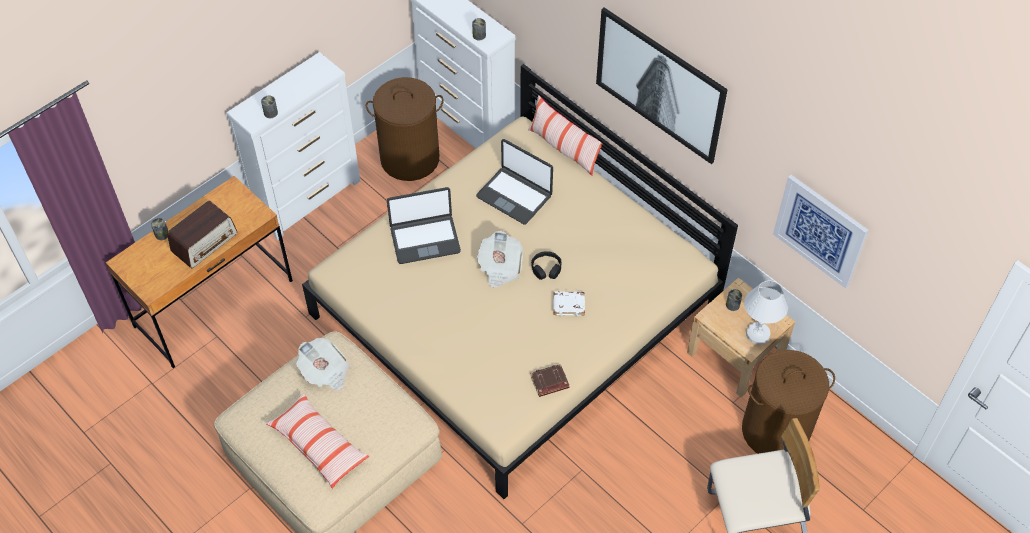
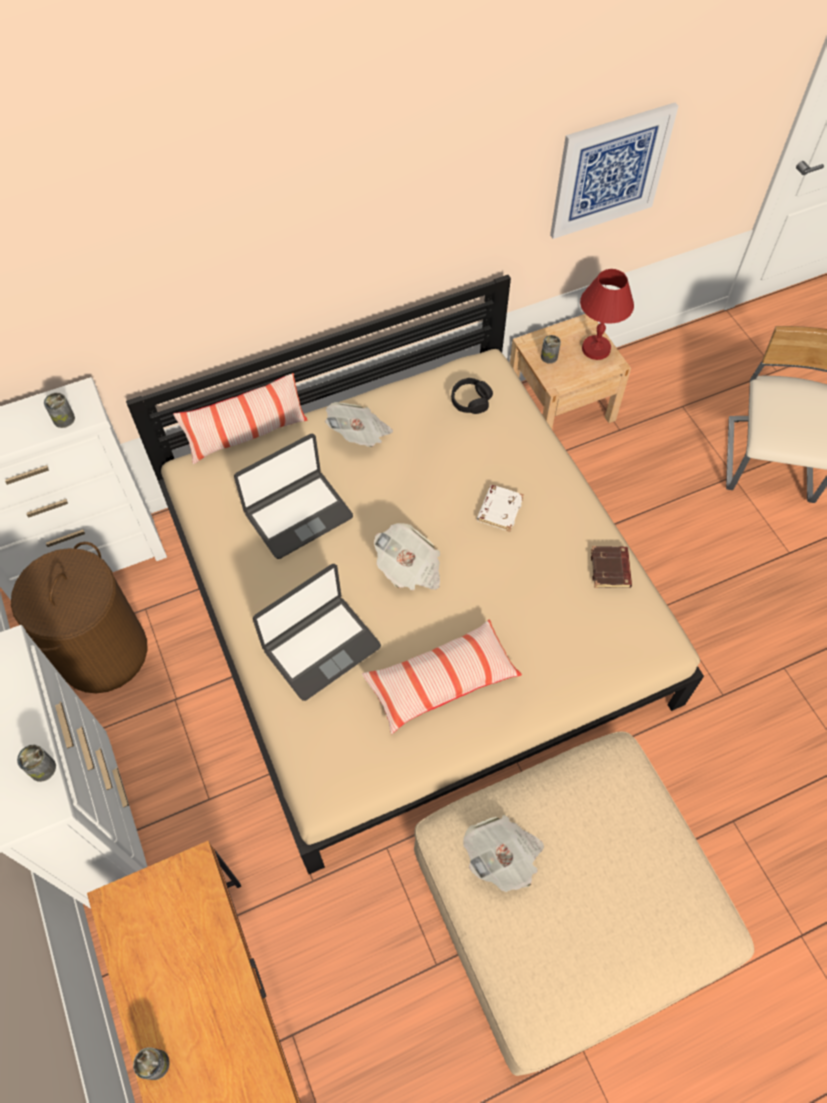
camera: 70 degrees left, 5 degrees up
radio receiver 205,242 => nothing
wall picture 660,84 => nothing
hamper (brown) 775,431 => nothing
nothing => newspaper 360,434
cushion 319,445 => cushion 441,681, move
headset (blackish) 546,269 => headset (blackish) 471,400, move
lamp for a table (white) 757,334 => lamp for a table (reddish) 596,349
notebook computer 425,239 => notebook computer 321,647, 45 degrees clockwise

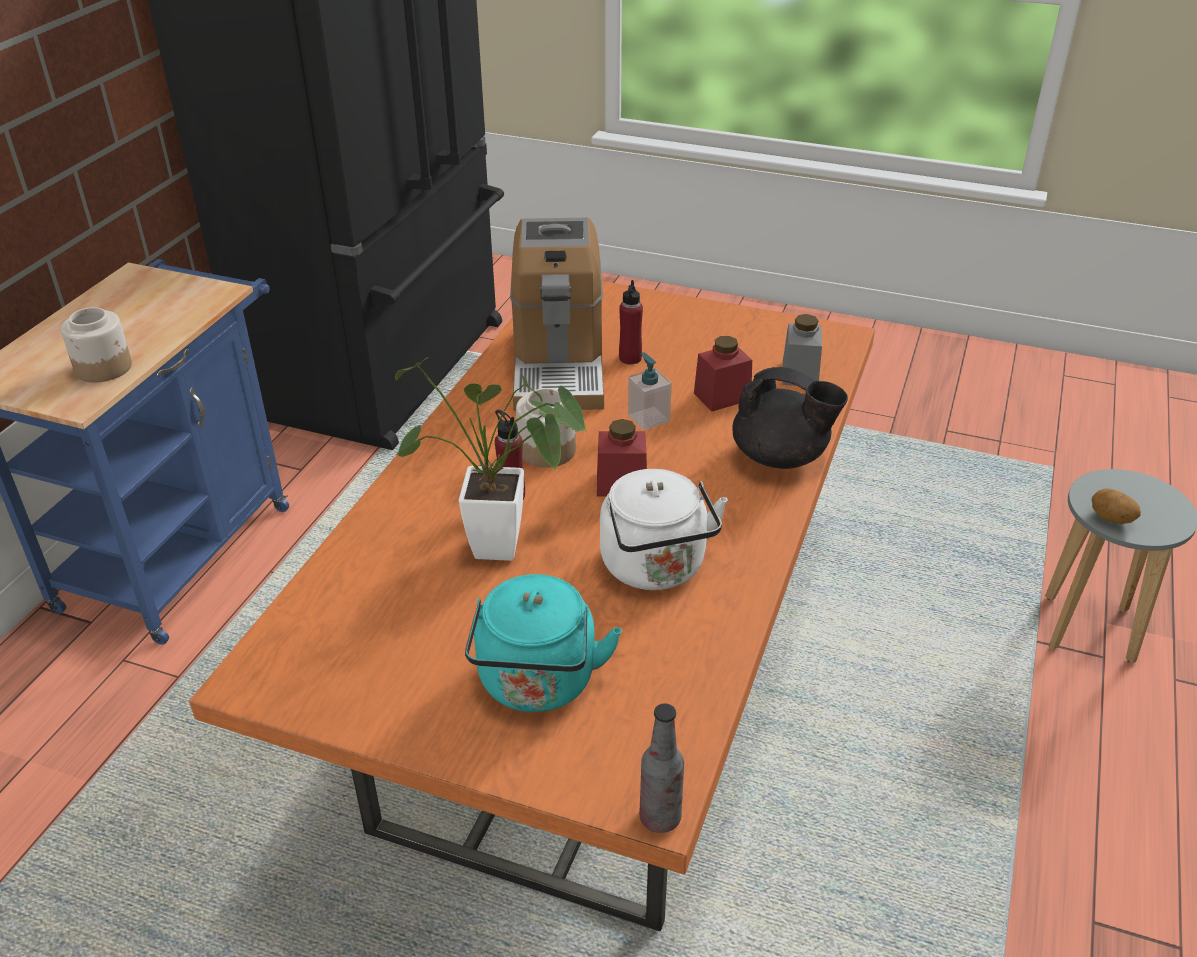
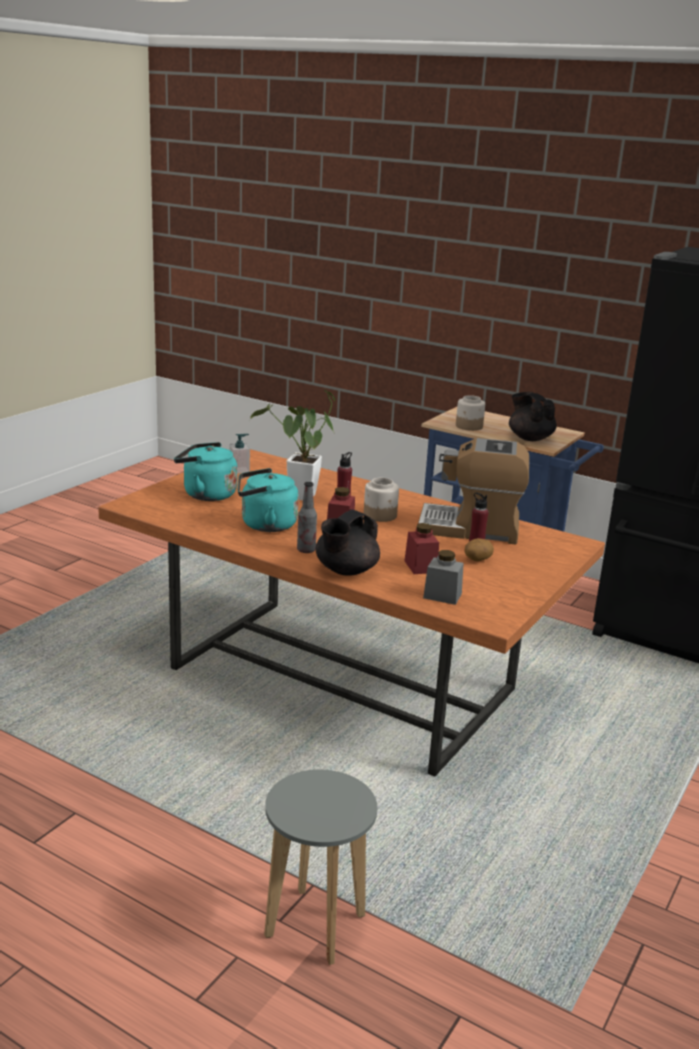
camera: 100 degrees right, 15 degrees down
nothing => teapot (blackish) 530,438
soap bottle 648,418 => soap bottle 239,470, move
beverage bottle 660,818 => beverage bottle 306,550, move
whole potato 1110,519 => whole potato 477,560, move
kettle (white) 656,568 => kettle (turquoise) 265,525

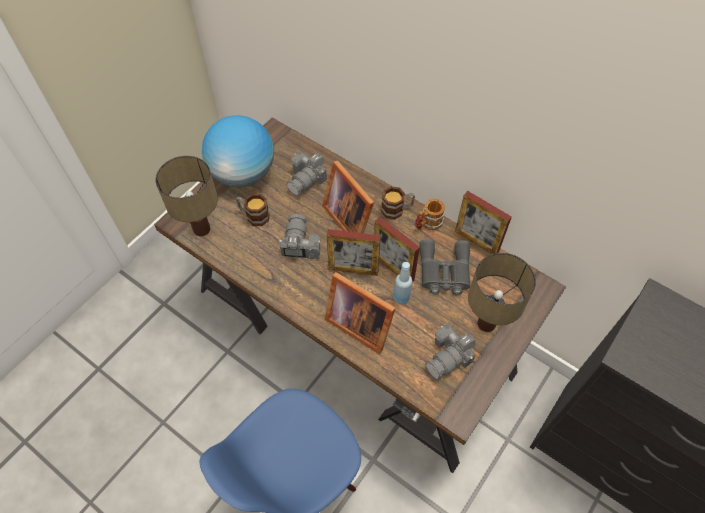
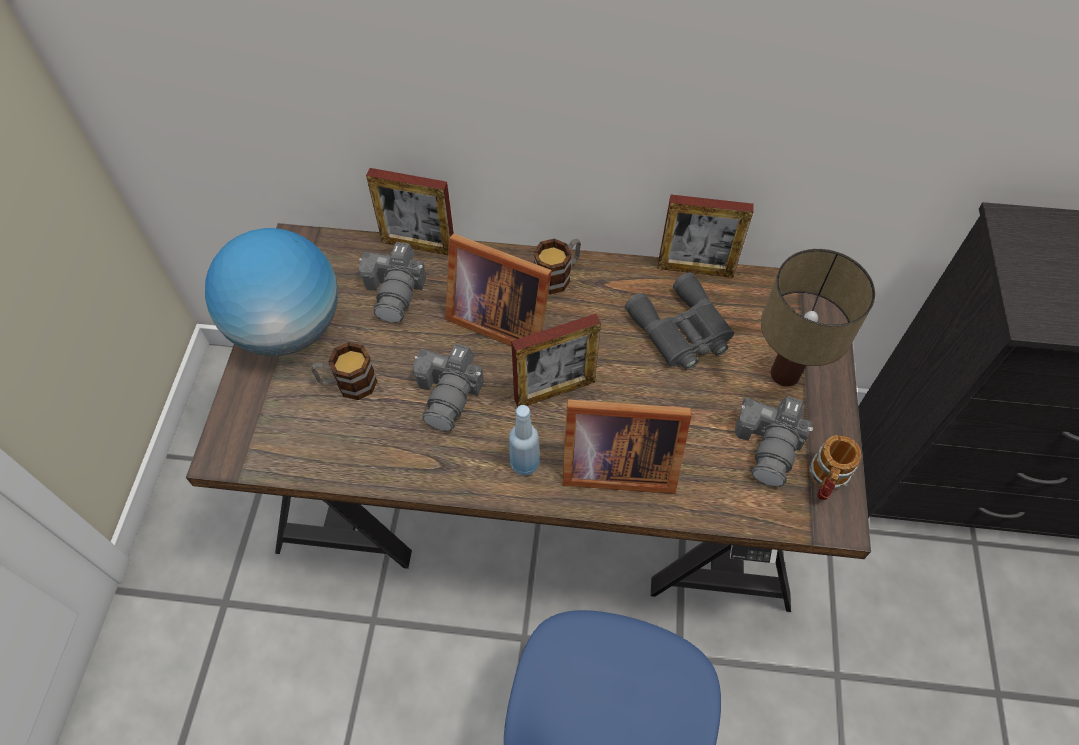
camera: 30 degrees left, 0 degrees up
lamp for a table 201,229 => nothing
standing frame 393,268 => standing frame 418,245, move
beverage bottle (blue) 401,297 => beverage bottle (blue) 524,464, move
coffee mug 427,224 => coffee mug 825,480, move
still camera 299,245 => still camera 449,394, 135 degrees counterclockwise

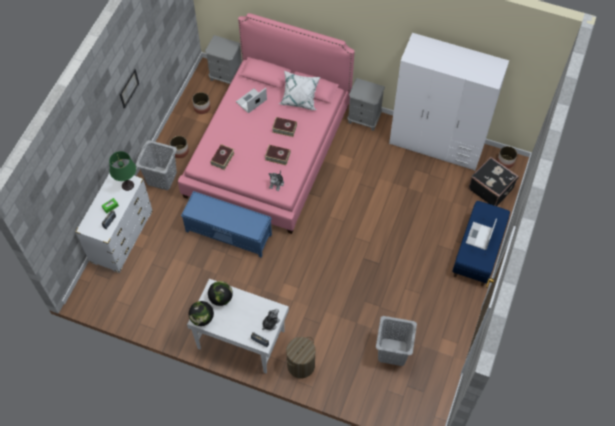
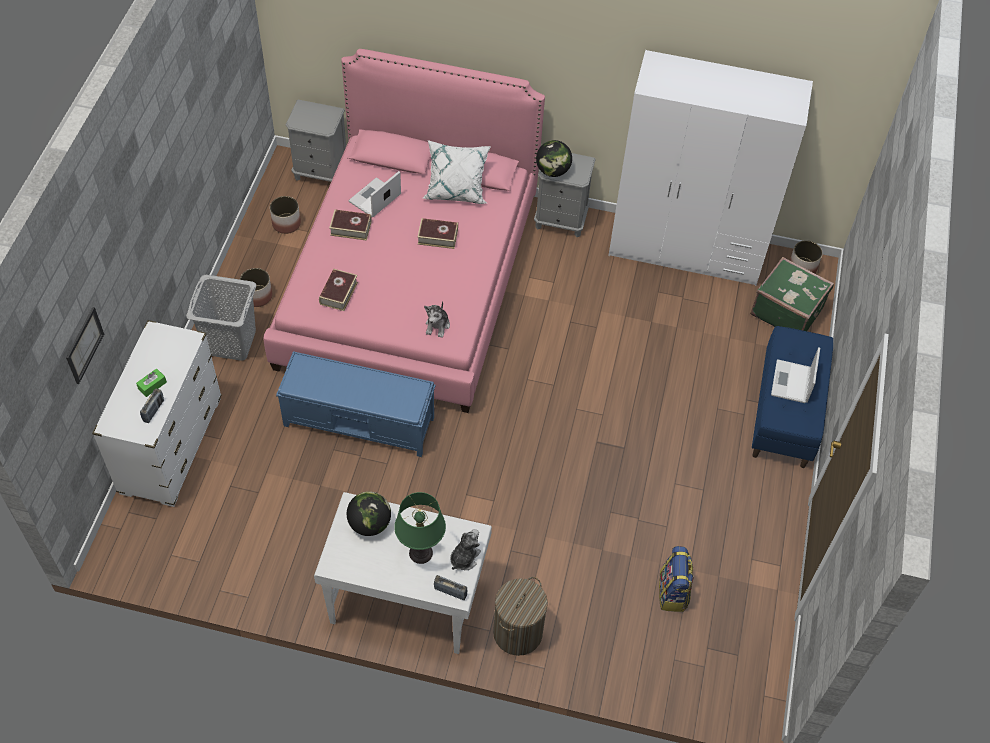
camera: 10 degrees left, 5 degrees down
lamp for a table (greenish) 128,185 => lamp for a table (greenish) 421,553, move
wall picture 129,88 => wall picture 84,345, move
globe 202,318 => globe 553,171, move
bound book 277,156 => bound book 351,228, move
hamper (grey) 392,352 => knapsack 673,593
travel case (blackish) 490,188 => travel case (greenish) 786,310

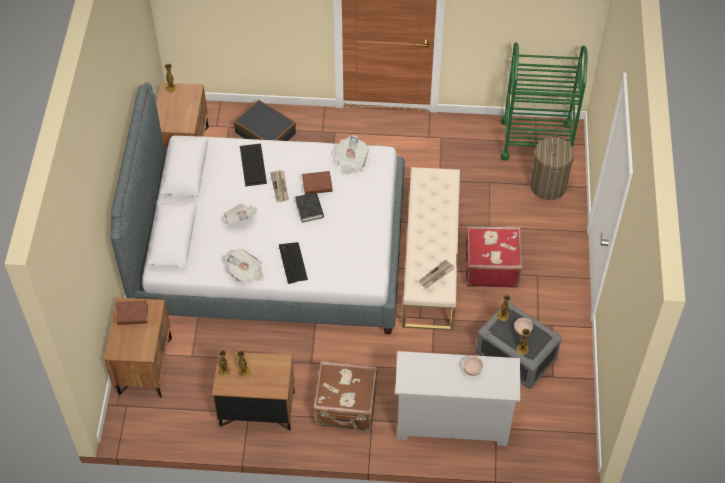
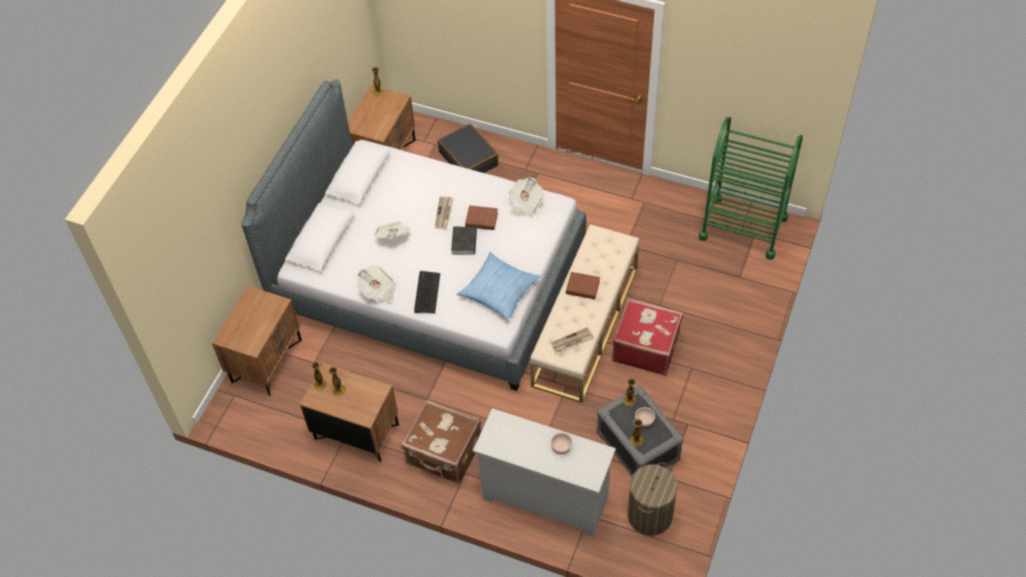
camera: 20 degrees right, 0 degrees up
PC keyboard 252,164 => nothing
nothing => cushion 499,290
bound book (brown) 132,314 => bound book (brown) 582,288, move
hamper 548,186 => hamper 650,515, move

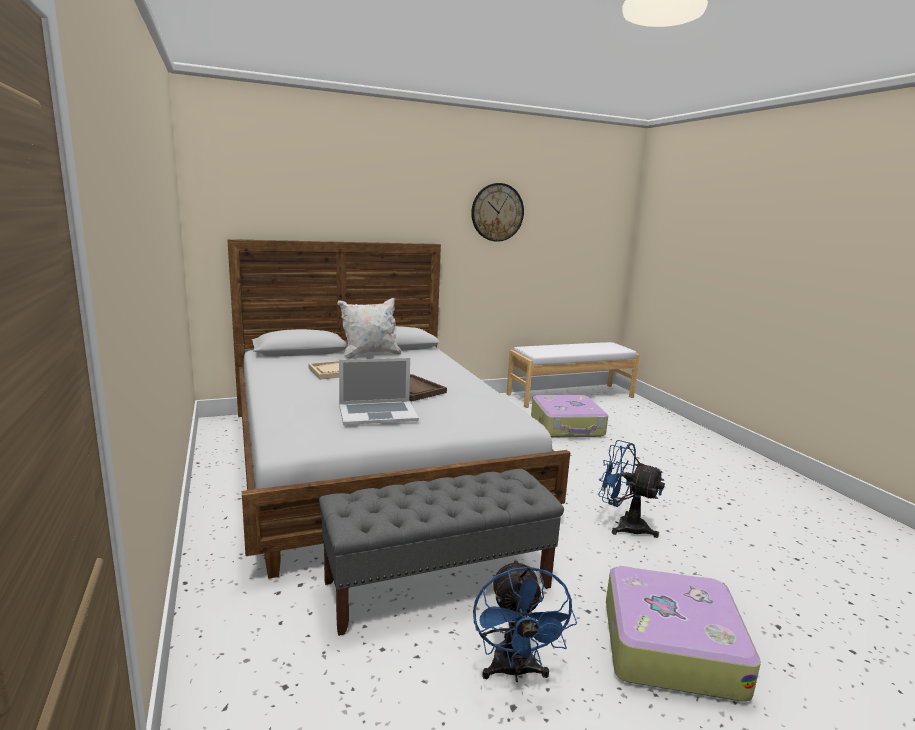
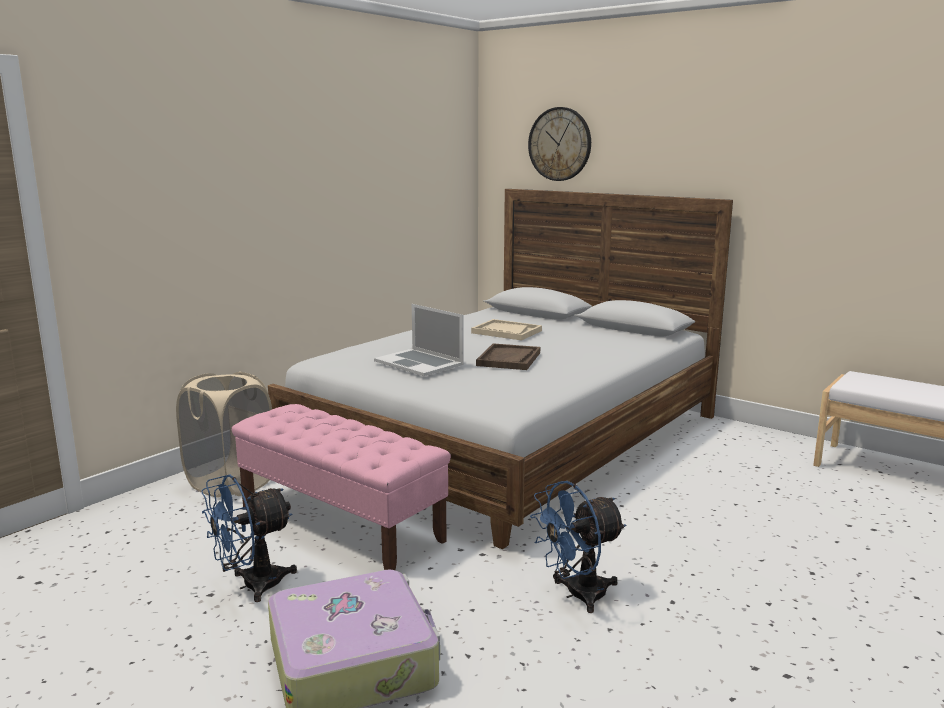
camera: 60 degrees right, 0 degrees up
cushion (white) 370,354 => nothing
travel case 567,426 => nothing
nothing => hamper (beige-coloured) 230,483
hanging clock 497,212 => hanging clock 560,144, move
long seat (grey) 439,584 => long seat (pink-coloured) 341,524
cooling fan (blue) 623,525 => cooling fan (blue) 577,595, 120 degrees counterclockwise

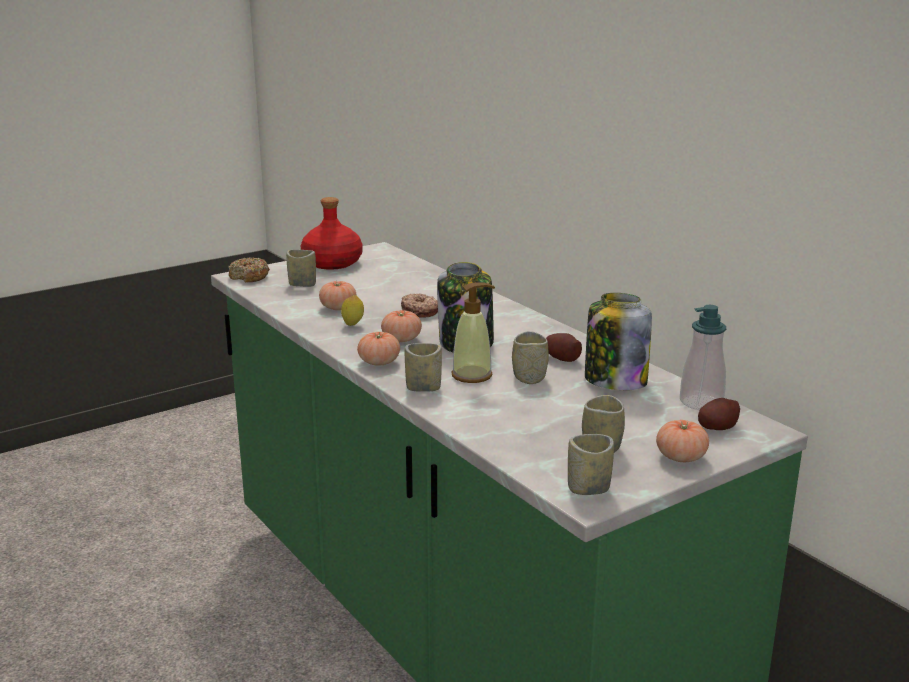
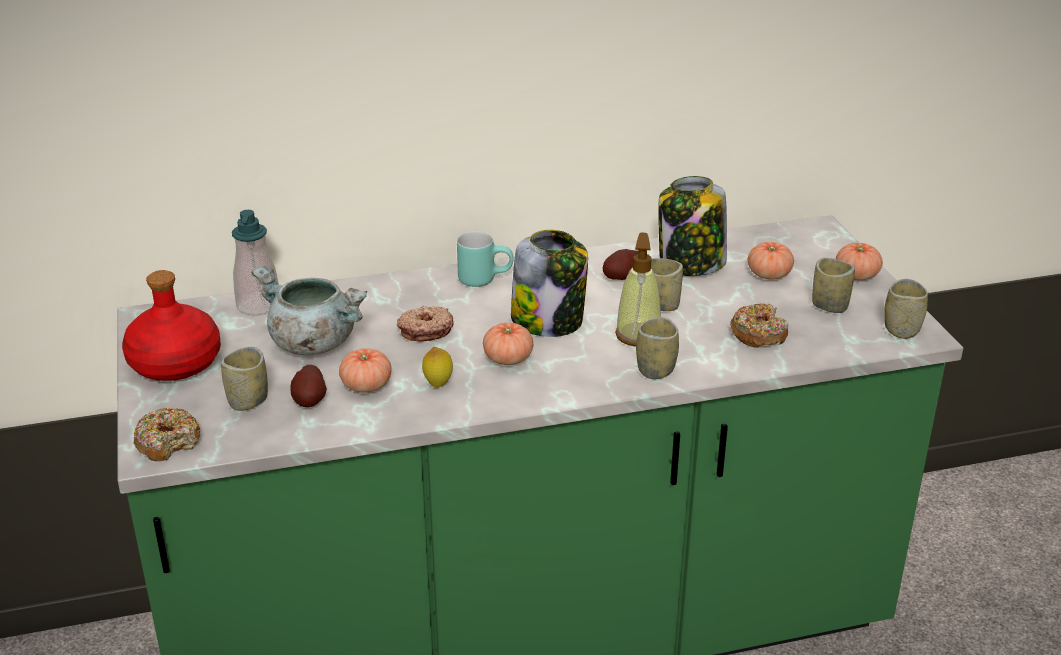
camera: 70 degrees left, 10 degrees up
nothing => stockpot (grey) 312,343
nothing => coffee mug (turquoise) 485,278
nothing => donut 758,334
fresh tomato 379,362 => fresh tomato 769,274, move
soap bottle 701,402 => soap bottle 258,305, move
whole potato 717,428 => whole potato 310,400, move

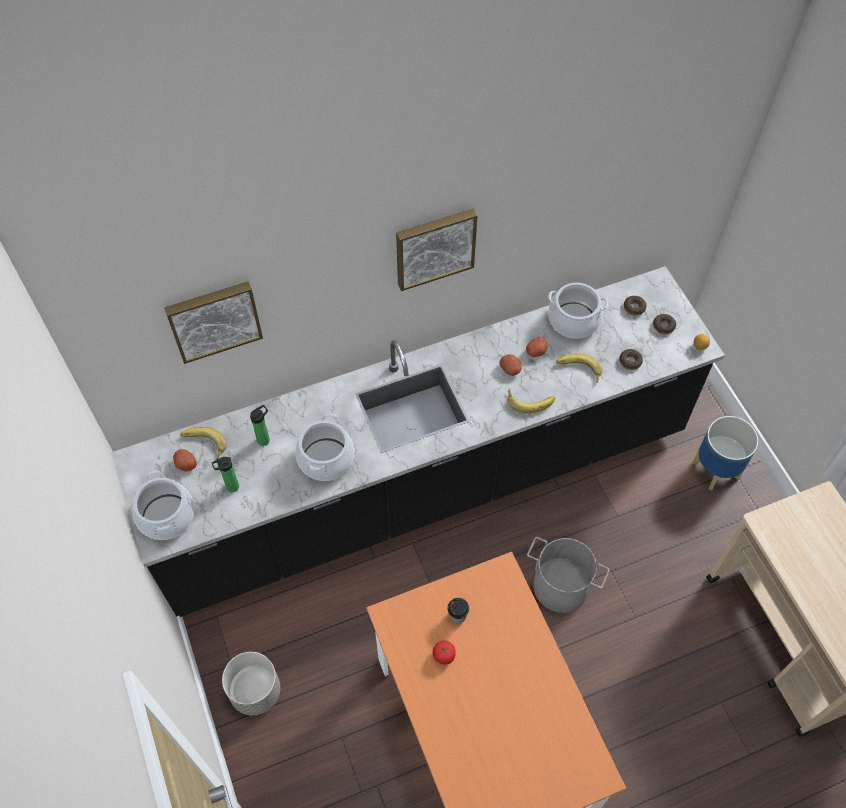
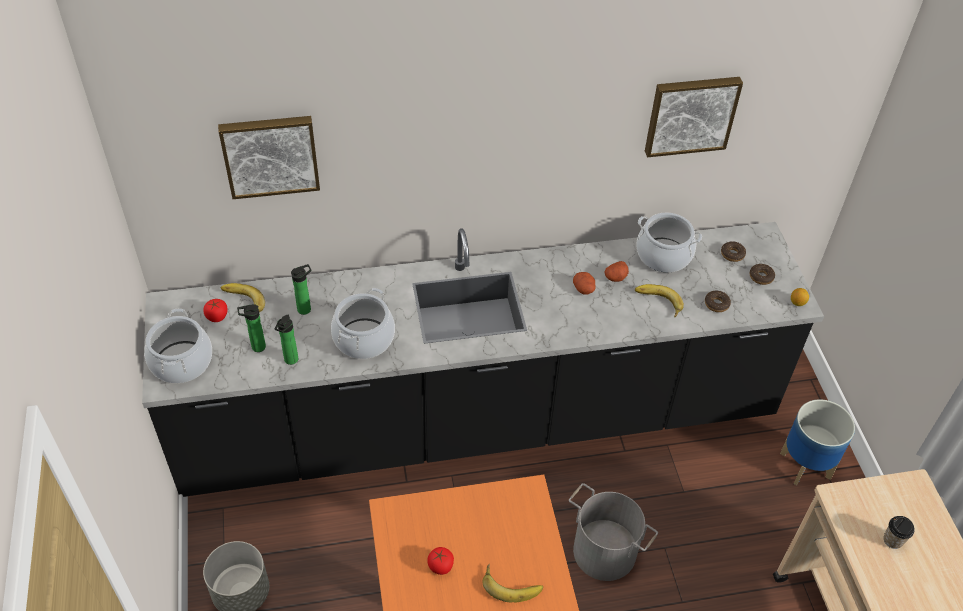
camera: 10 degrees right, 10 degrees down
nothing => beverage bottle 290,361
wall picture 434,247 => wall picture 690,114, move
drinking cup 457,616 => drinking cup 892,540, move
banana fruit 530,400 => banana fruit 512,584, move
whole potato 185,463 => fresh tomato 217,316

